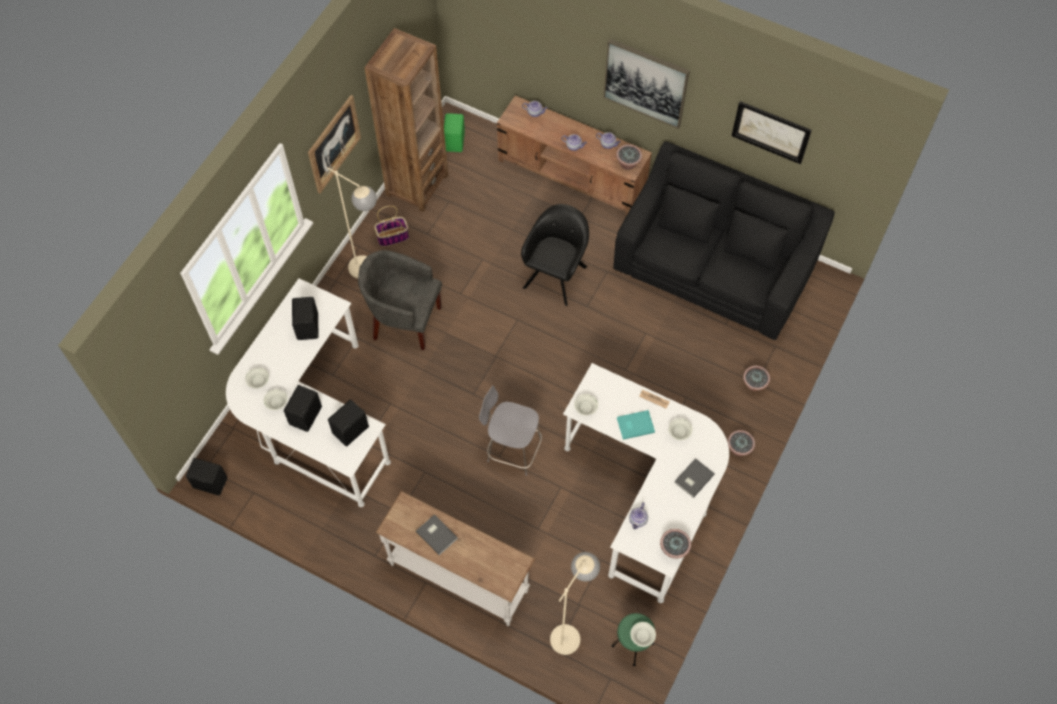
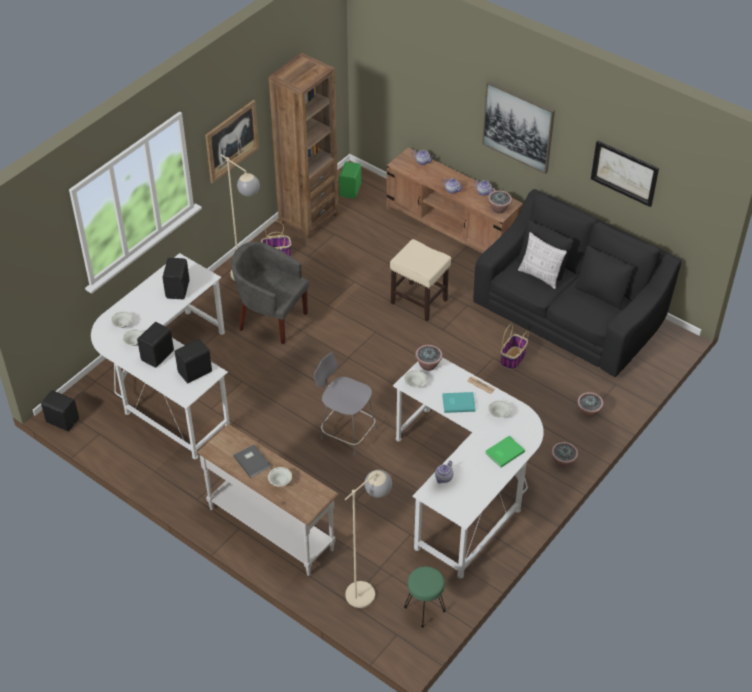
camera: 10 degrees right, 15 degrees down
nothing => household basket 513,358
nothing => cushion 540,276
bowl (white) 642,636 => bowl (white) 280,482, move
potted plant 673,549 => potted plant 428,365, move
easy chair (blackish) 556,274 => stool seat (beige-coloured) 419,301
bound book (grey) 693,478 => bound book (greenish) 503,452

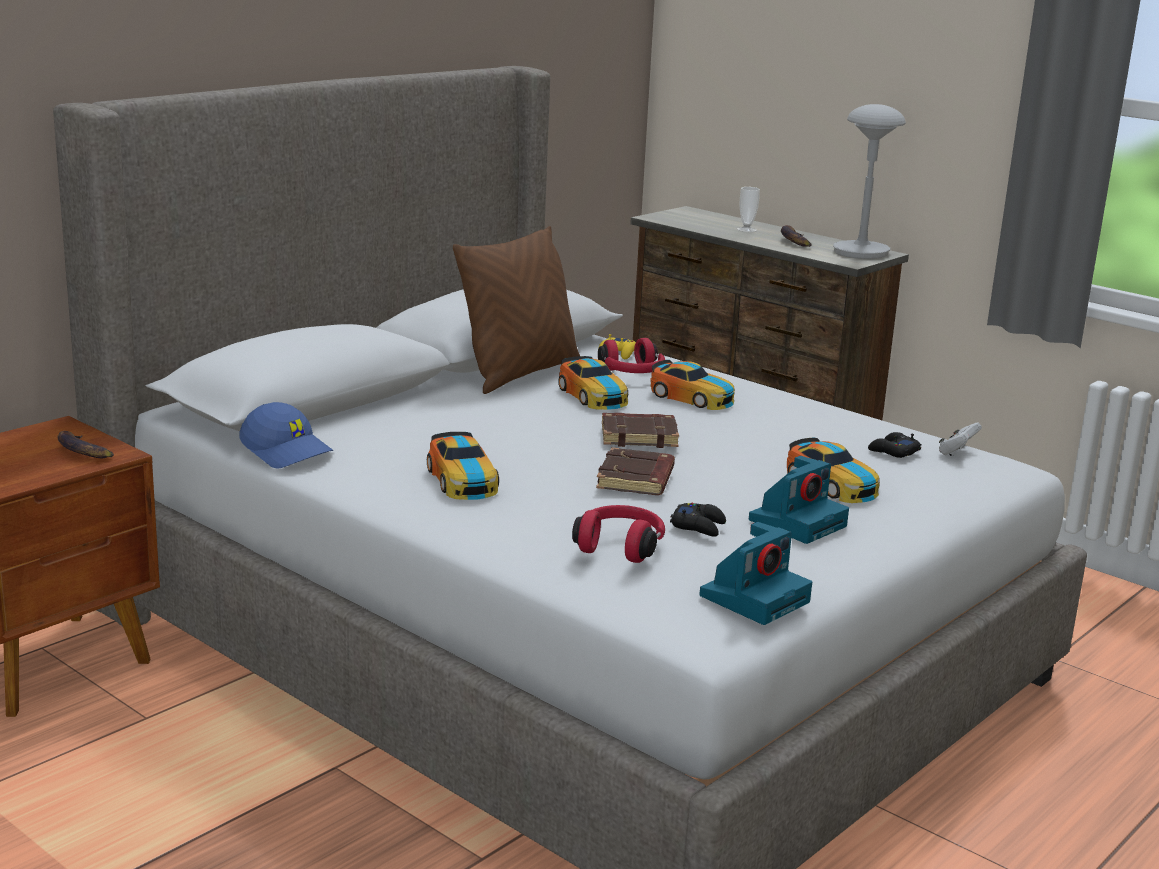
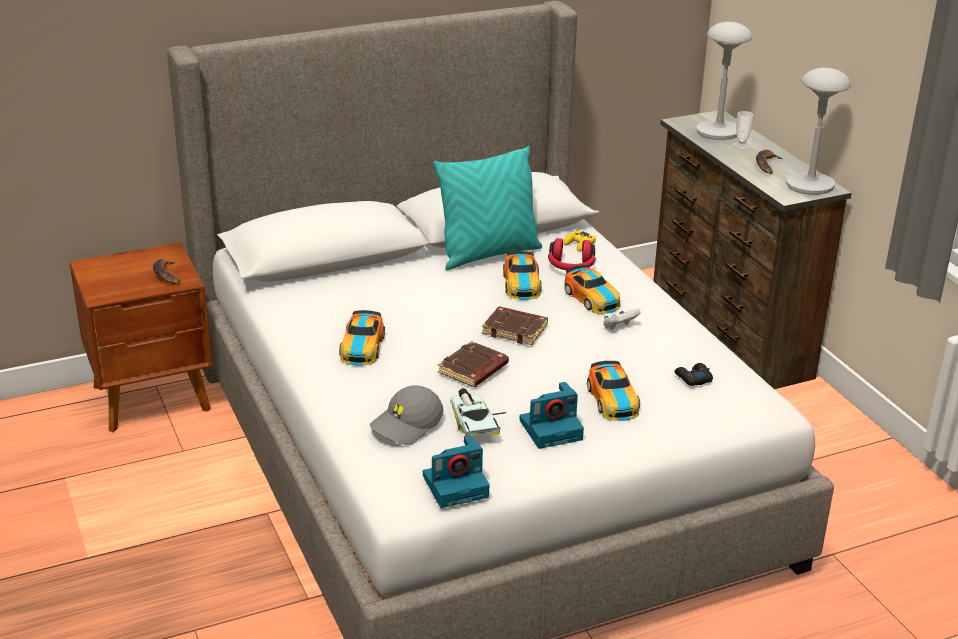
camera: 25 degrees right, 10 degrees up
peaked cap (blue) 288,451 => nothing
nothing => lamp for a table (grey) 718,132
joypad (white) 957,452 => joypad (white) 619,327, move
headset (reddish) 620,546 => peaked cap (grey) 407,425
joypad (blackish) 698,526 => toy car 474,419
cushion (brown) 519,374 => cushion (turquoise) 488,254

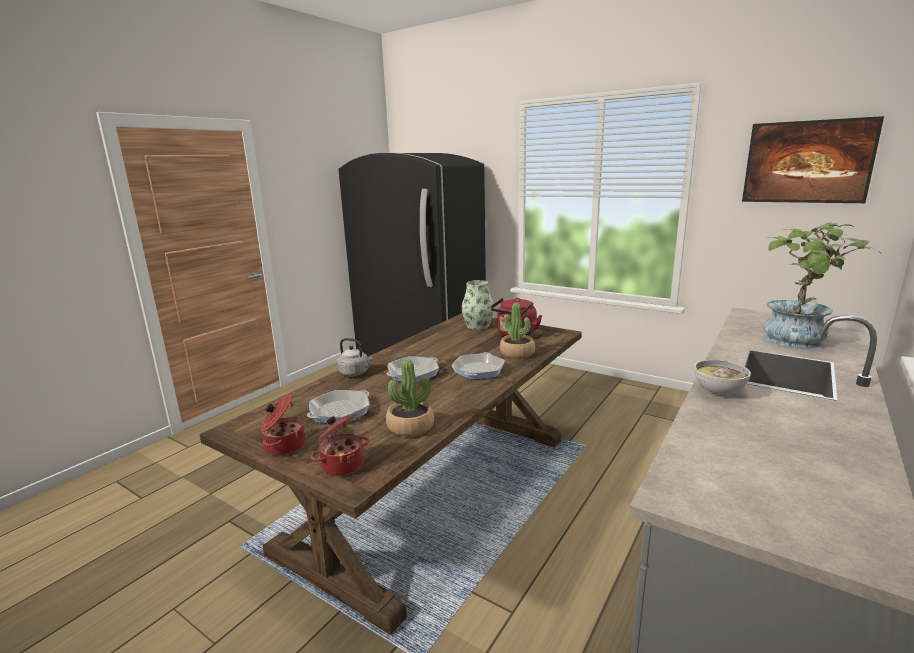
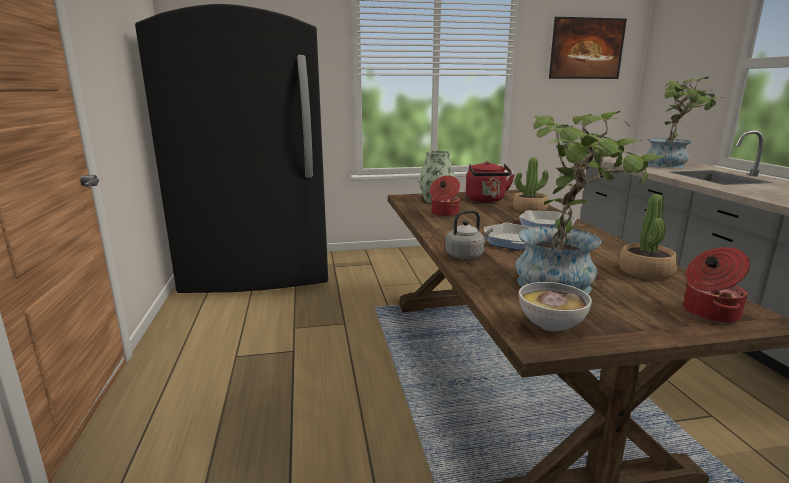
camera: 45 degrees left, 0 degrees up
stockpot 284,446 => stockpot 444,214, move
bowl 718,392 => bowl 551,326, move
frying pan 340,411 => potted plant 566,284

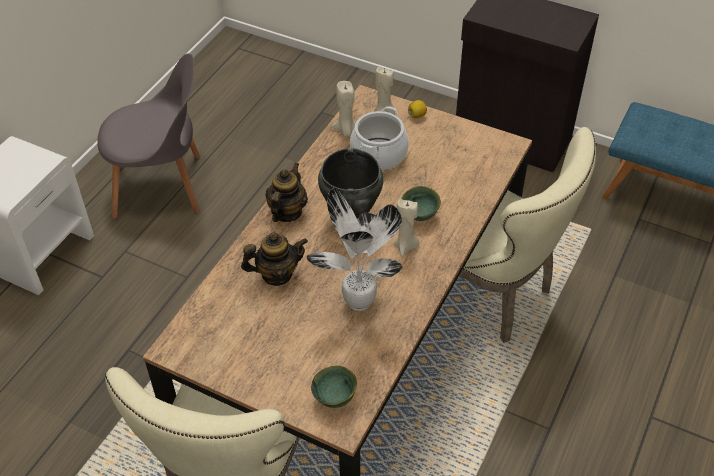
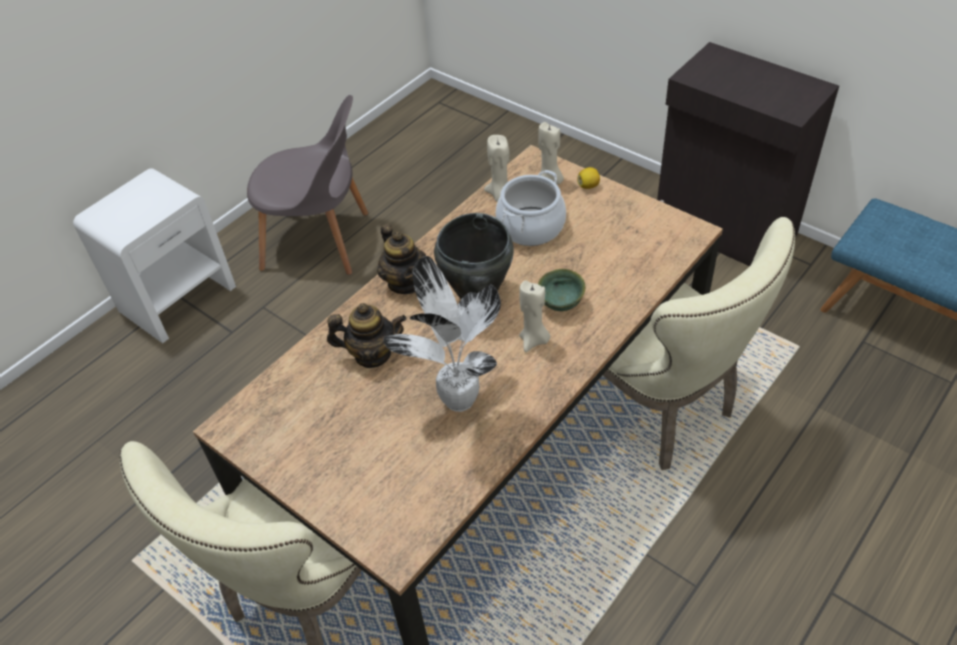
camera: 15 degrees right, 0 degrees up
bowl (greenish) 335,399 => nothing
teapot 287,212 => teapot 405,282, 120 degrees clockwise

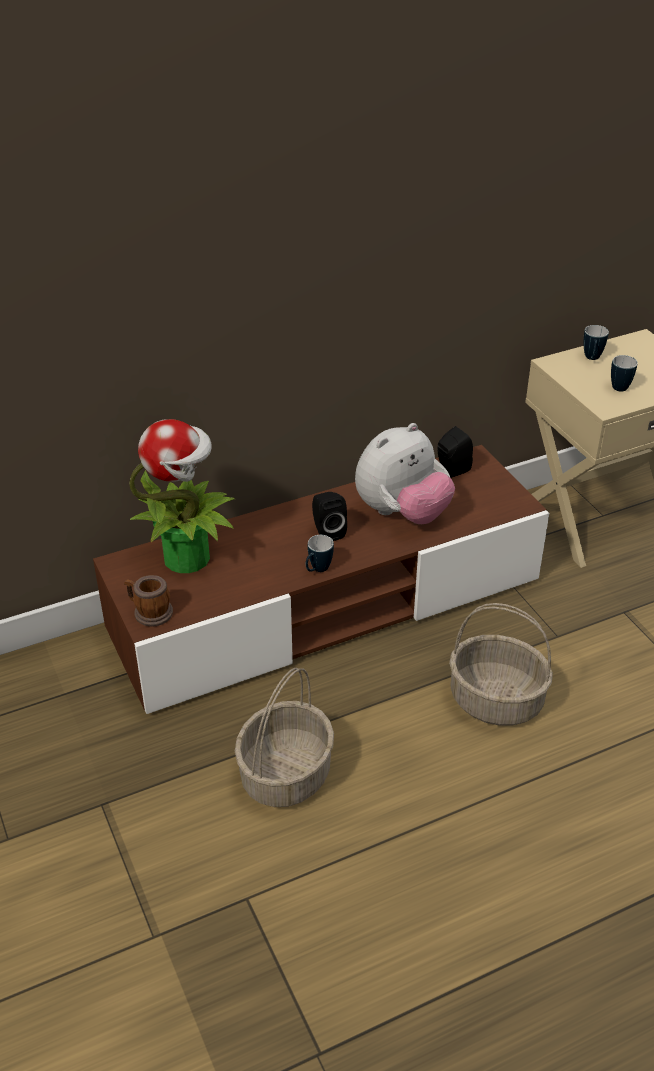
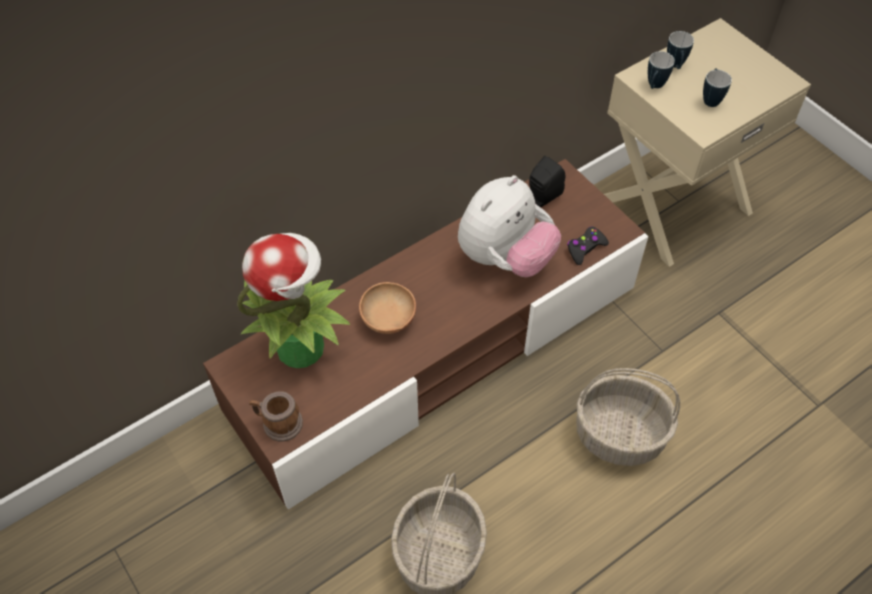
camera: 10 degrees left, 15 degrees up
speaker (blackish) 327,532 => nothing
nothing => bowl (brown) 388,320
nothing => joypad (blackish) 585,248
coffee mug 317,570 => coffee mug 654,87, move

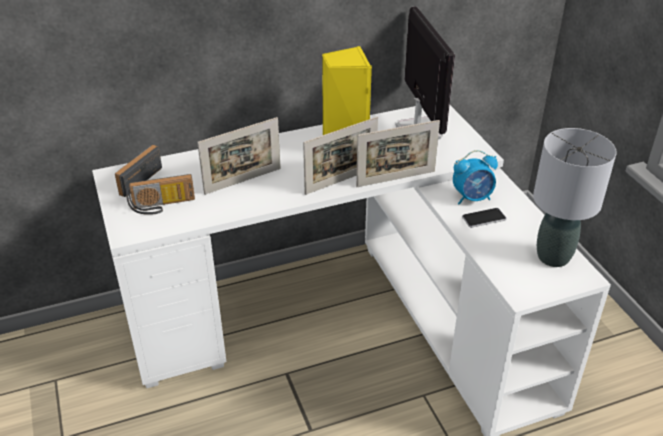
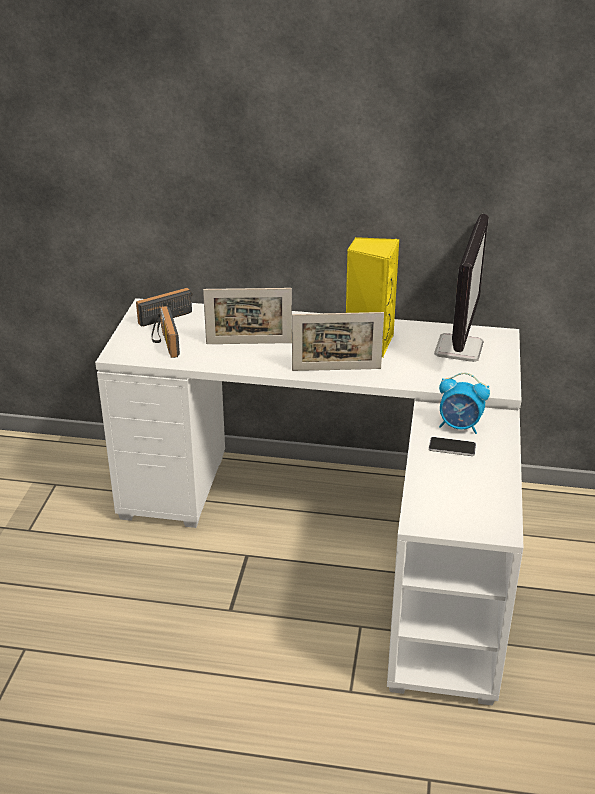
camera: 30 degrees right, 5 degrees down
standing frame 395,179 => nothing
lamp for a table (grey) 554,257 => nothing
radio receiver 162,206 => radio receiver 164,342, 60 degrees clockwise

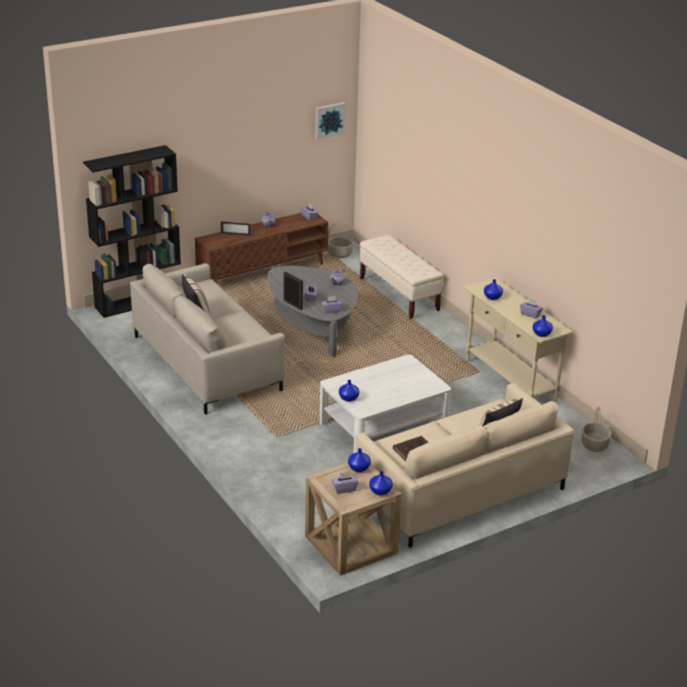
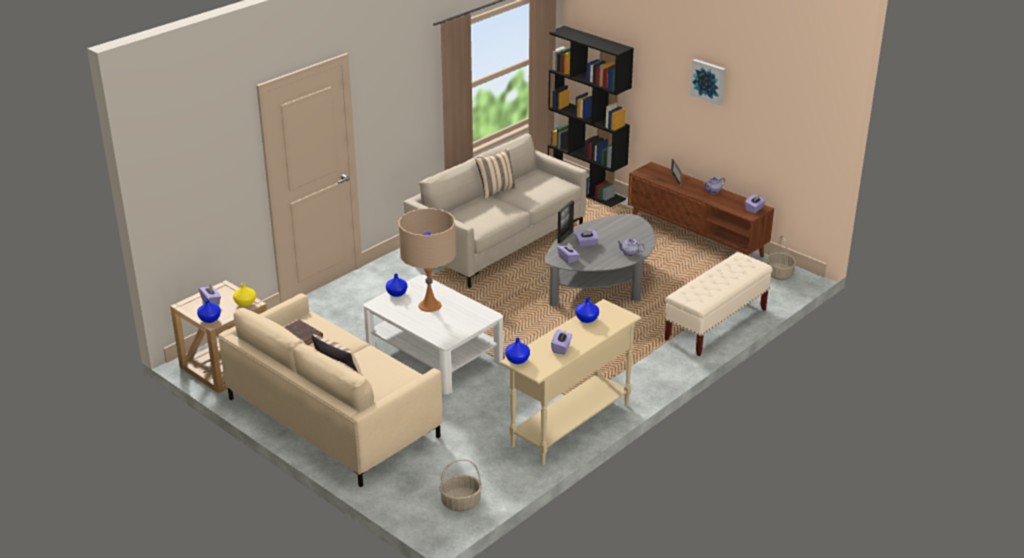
camera: 75 degrees right, 0 degrees up
nothing => lamp for a table (beige-coloured) 429,305
wall picture 329,120 => wall picture 708,81, move
flower vase (blue) 359,468 => flower vase (yellow-coloured) 245,303

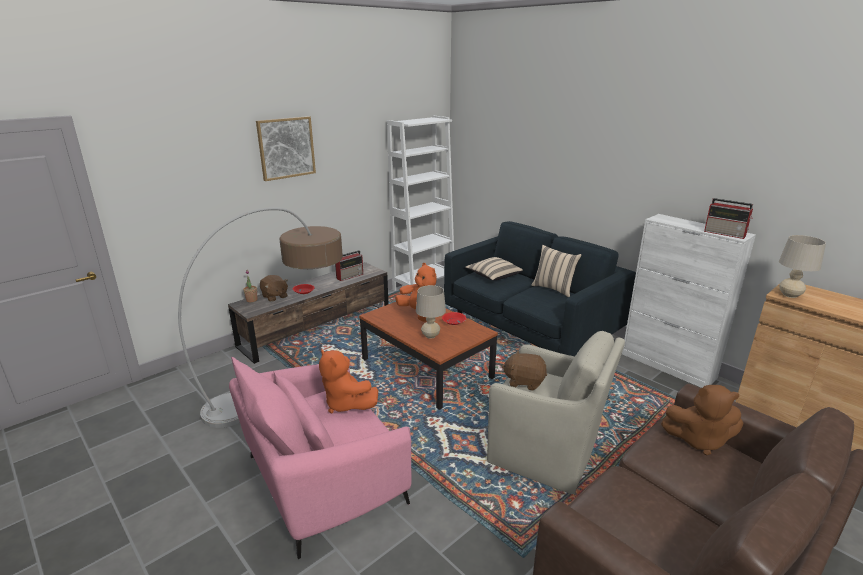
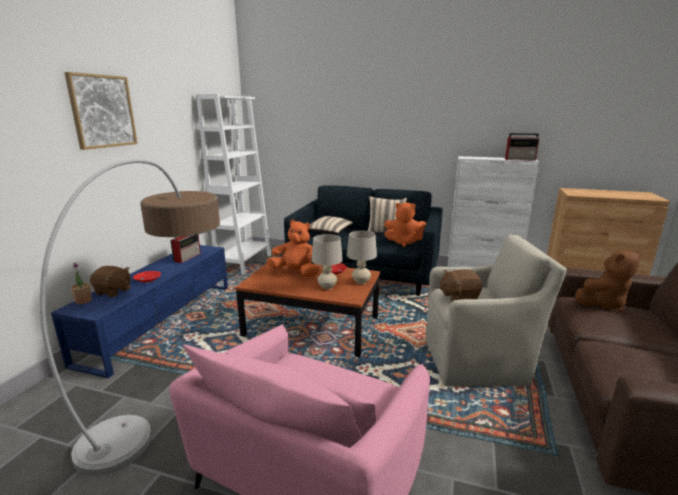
camera: 30 degrees left, 5 degrees down
cuddly toy (orange) 346,404 => cuddly toy (orange) 404,242, move
lamp for a table (beige-coloured) 789,295 => lamp for a table (beige-coloured) 361,282, move
tv stand (brown) 318,327 => tv stand (blue) 162,321

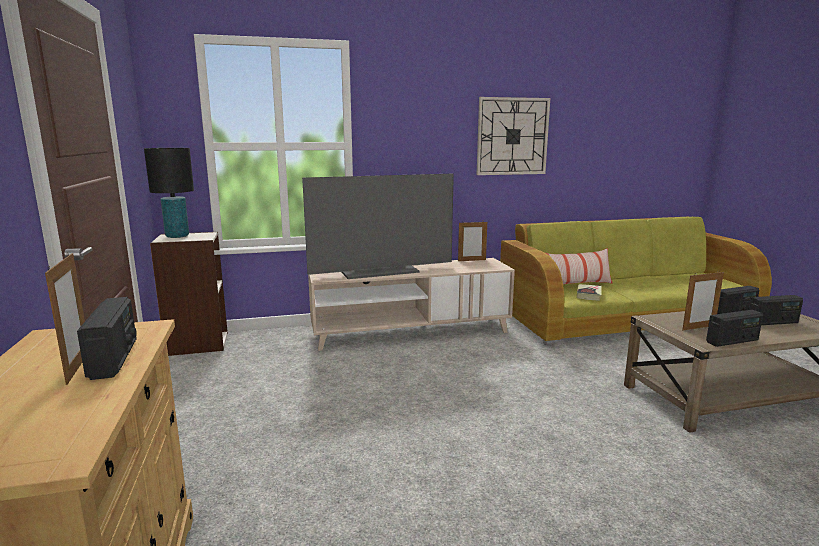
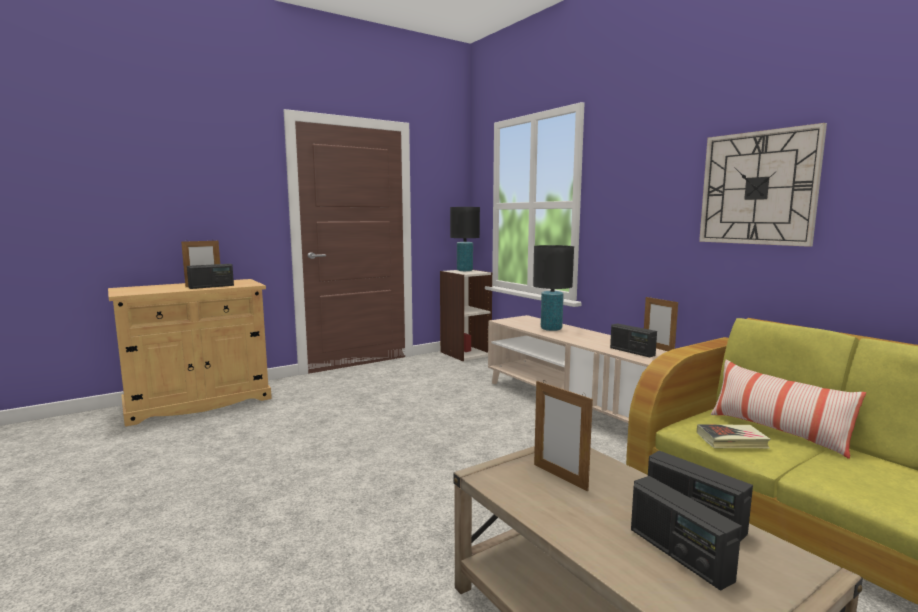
camera: 70 degrees right, 5 degrees down
radio receiver 732,341 => radio receiver 632,352, move
TV set 380,271 => lamp for a table (blackish) 551,329

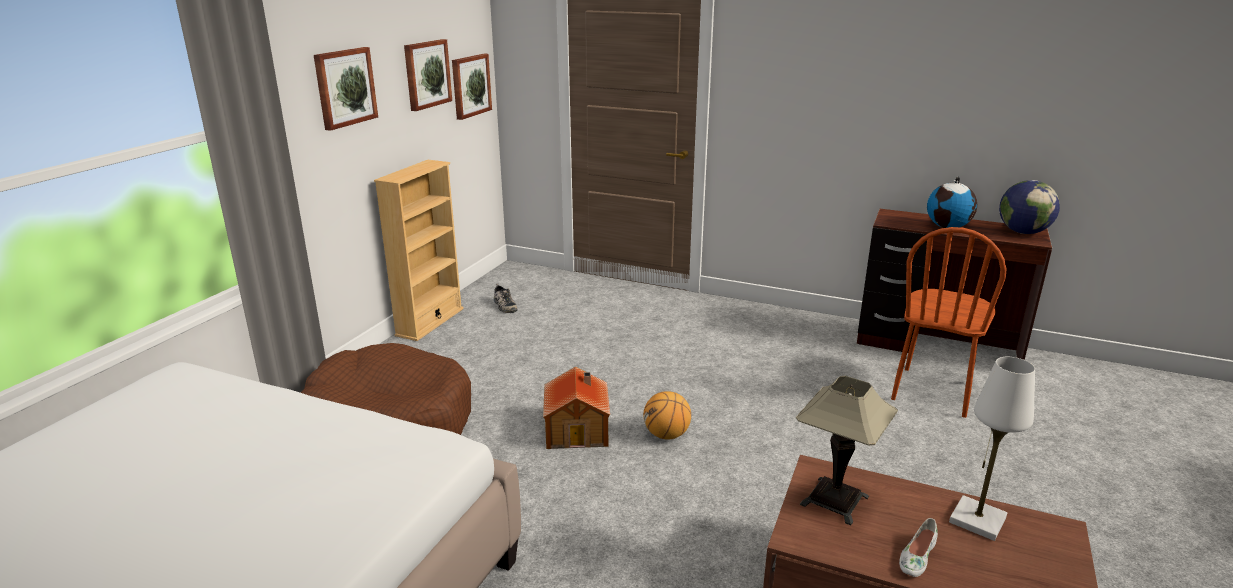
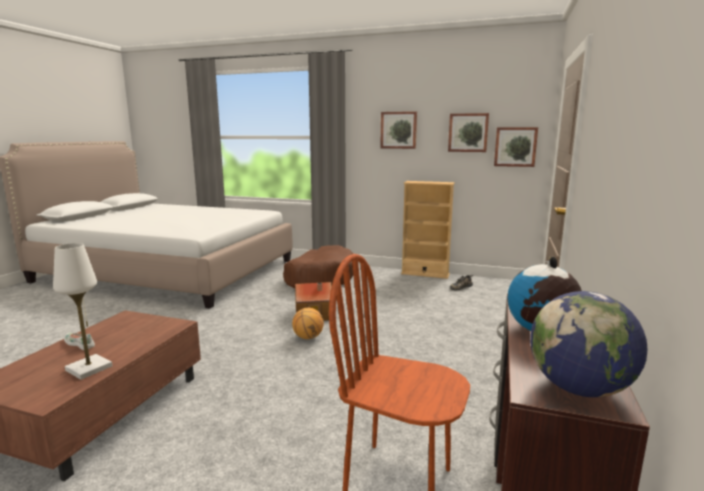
camera: 85 degrees right, 10 degrees down
lamp for a table 834,500 => nothing

